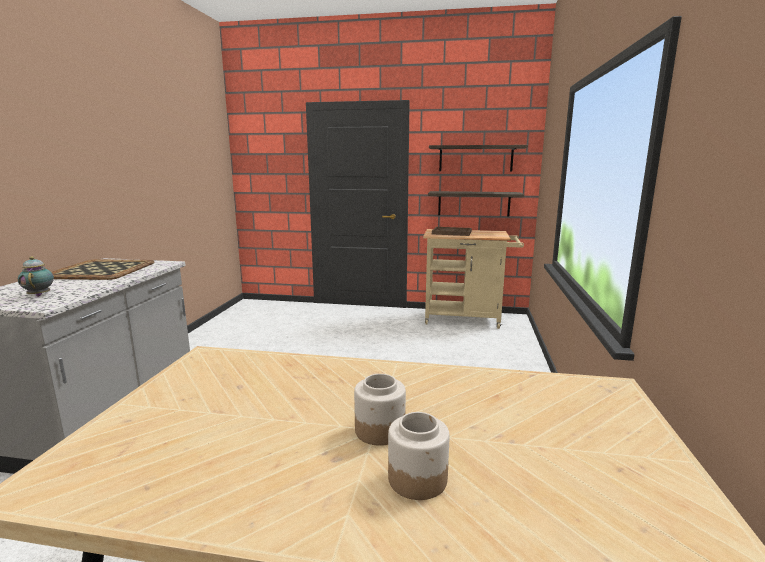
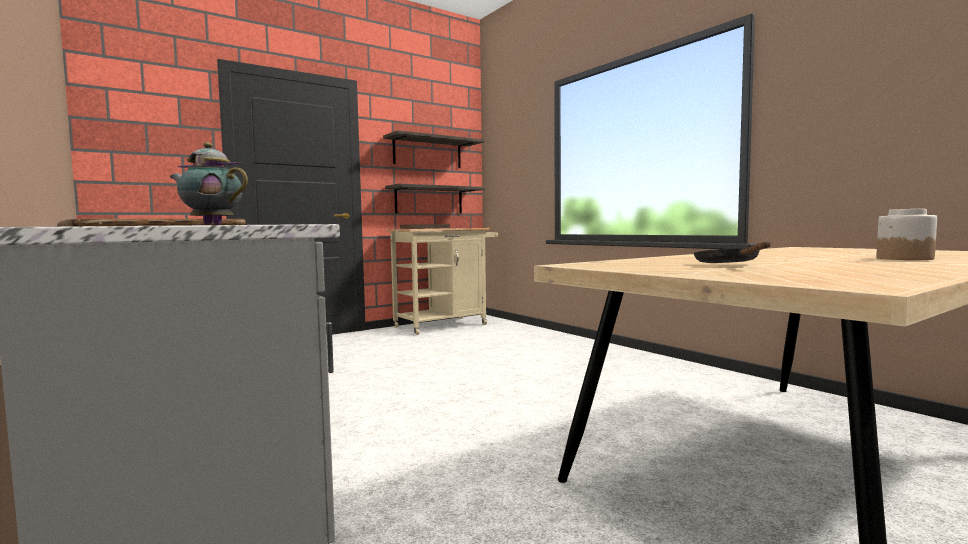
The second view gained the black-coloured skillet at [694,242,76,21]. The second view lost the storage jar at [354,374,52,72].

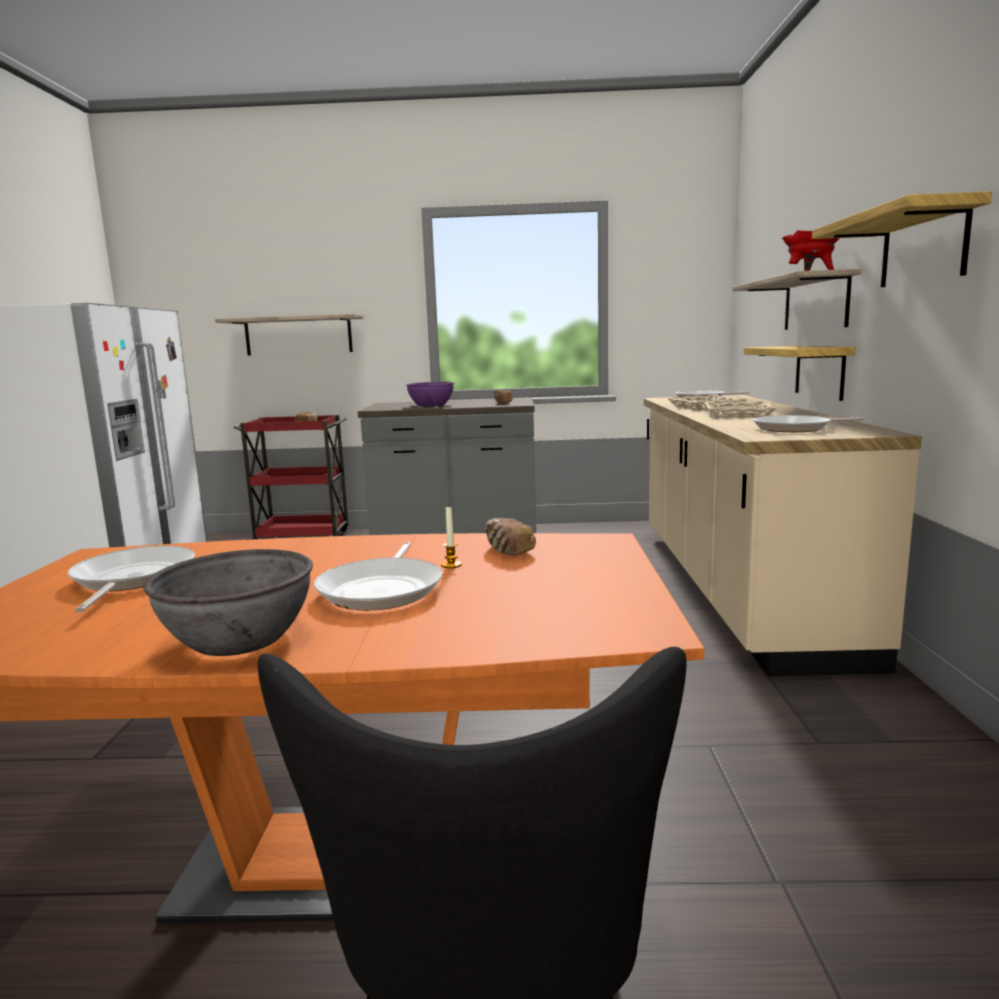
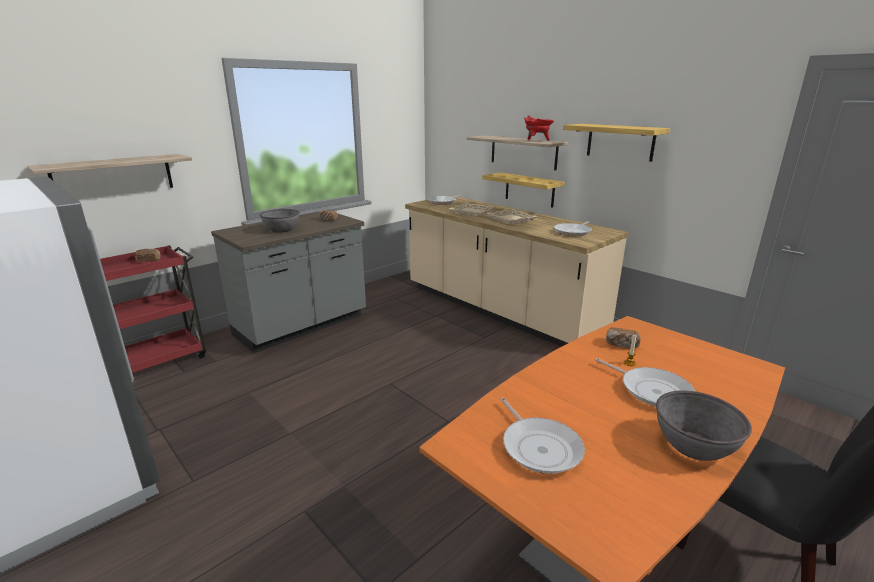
What was the purple-coloured deep dish at [406,382,48,25] turned into the gray deep dish at [260,209,40,24]. The skillet at [67,546,128,67] ended up facing another way, 150 degrees counterclockwise from before.

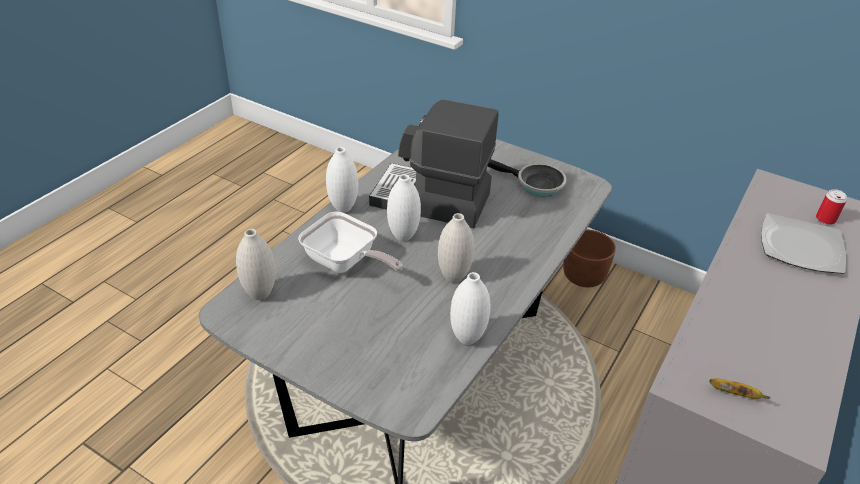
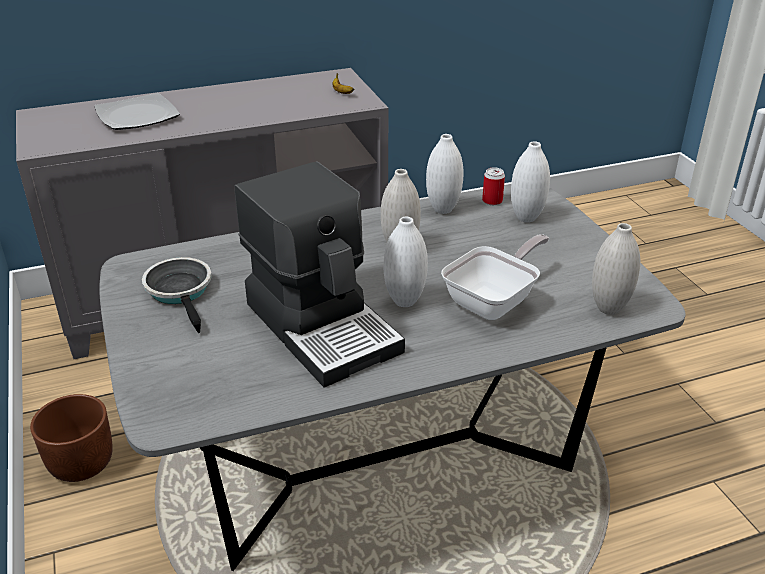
The skillet at [298,212,105,61] ended up facing another way, 60 degrees clockwise from before. The metal can ended up elsewhere, having gone from [816,189,31,36] to [482,167,23,38]. The white decorative vase ended up elsewhere, having gone from [326,147,32,65] to [511,141,39,82].

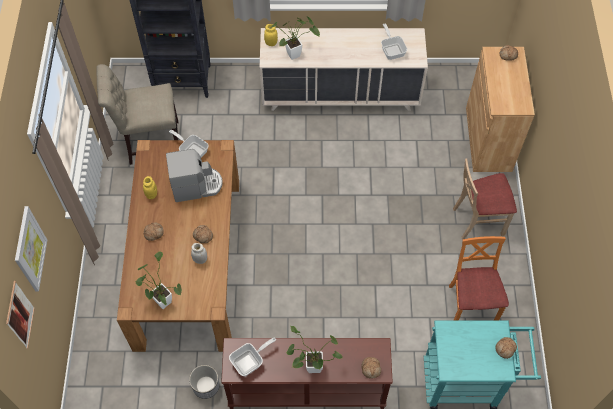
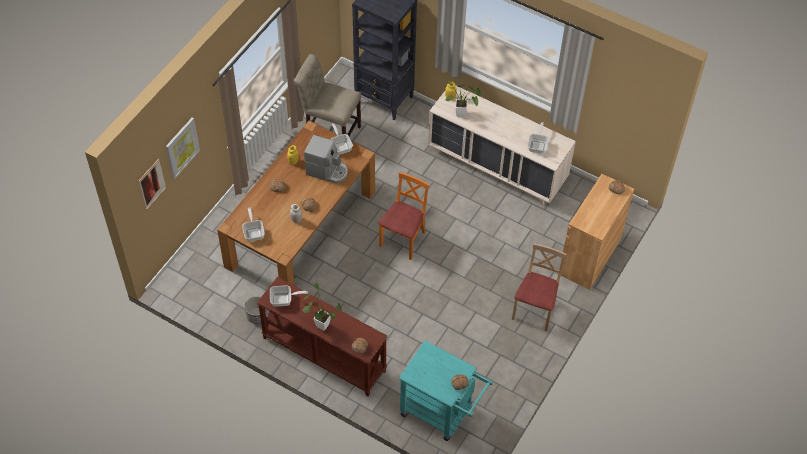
Where the plant in a pot stood at [136,251,46,58], the skillet came to stand at [242,208,23,34]. The orangey plain chair ended up elsewhere, having gone from [449,236,60,85] to [378,172,51,88]. The beige-coloured plain chair at [453,158,64,81] ended up facing another way, 90 degrees clockwise from before.

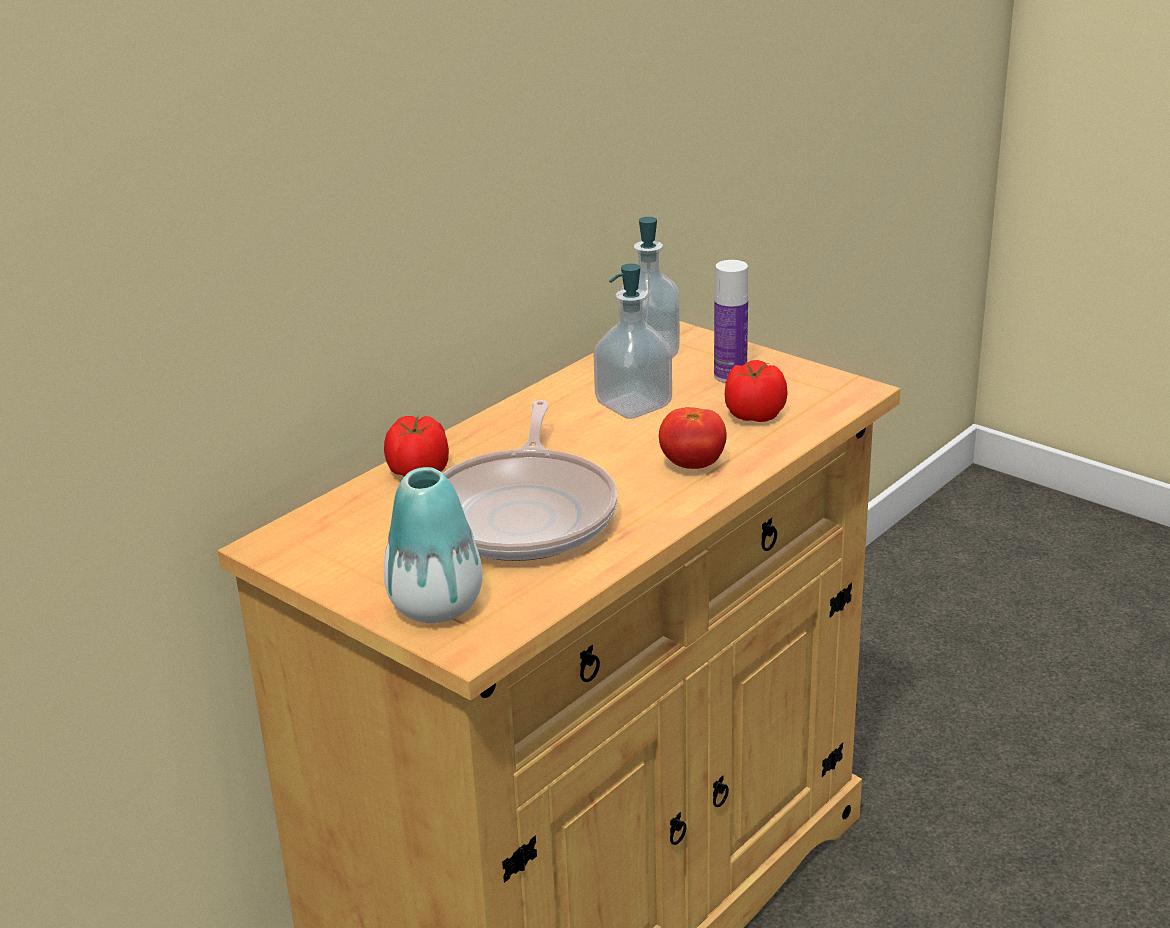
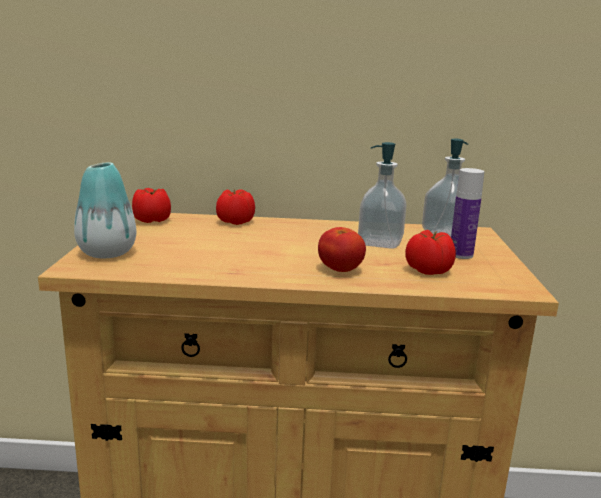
The second view gained the fresh tomato at [132,188,39,35]. The second view lost the skillet at [443,400,175,161].

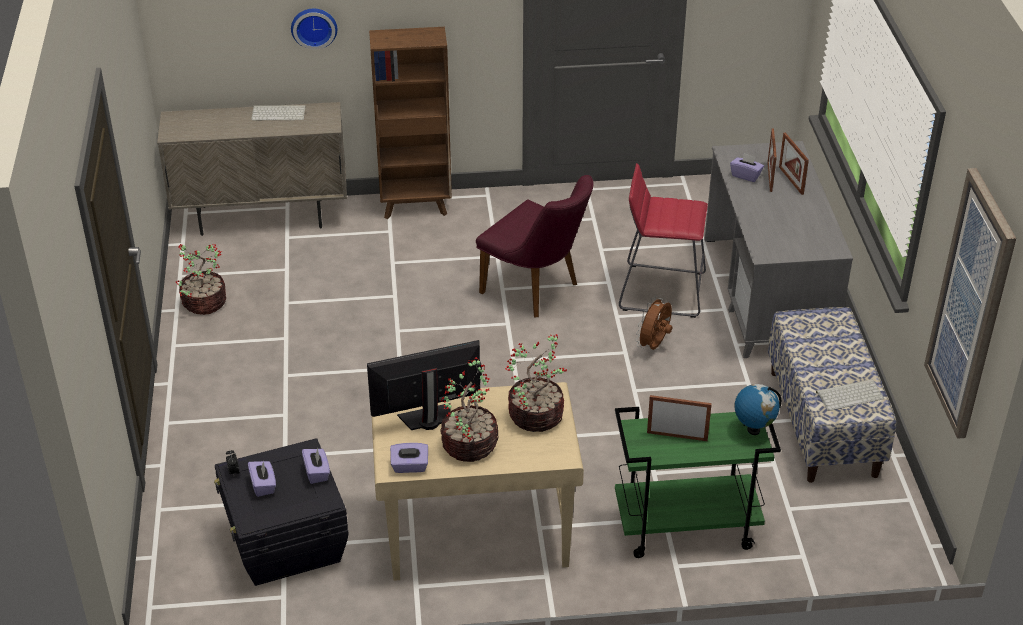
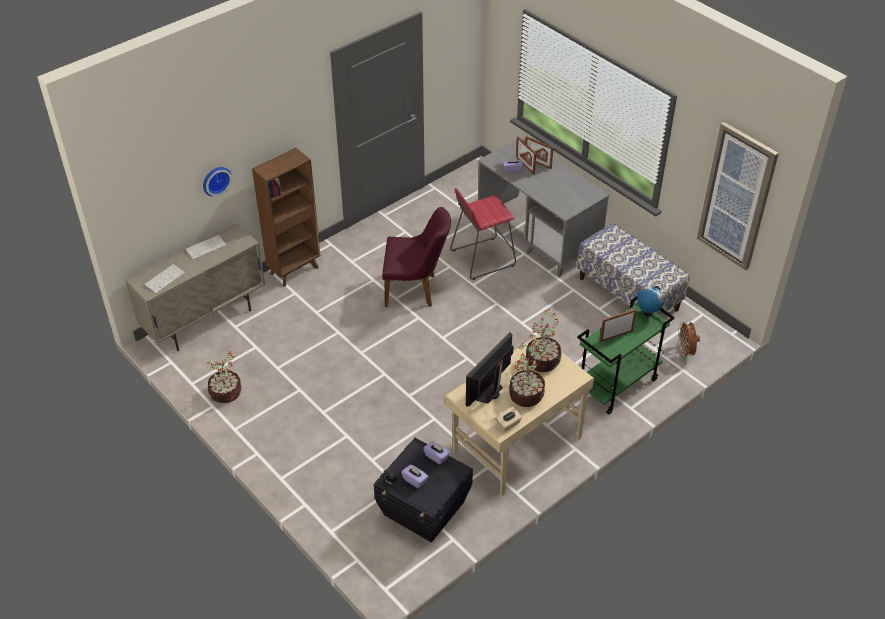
The PC keyboard ended up elsewhere, having gone from [816,379,68,32] to [144,264,41,29]. What was the purple-coloured tissue holder at [390,443,38,30] turned into the beige-coloured tissue holder at [495,406,27,26]. The brown fan ended up elsewhere, having gone from [636,296,36,54] to [678,321,22,37].

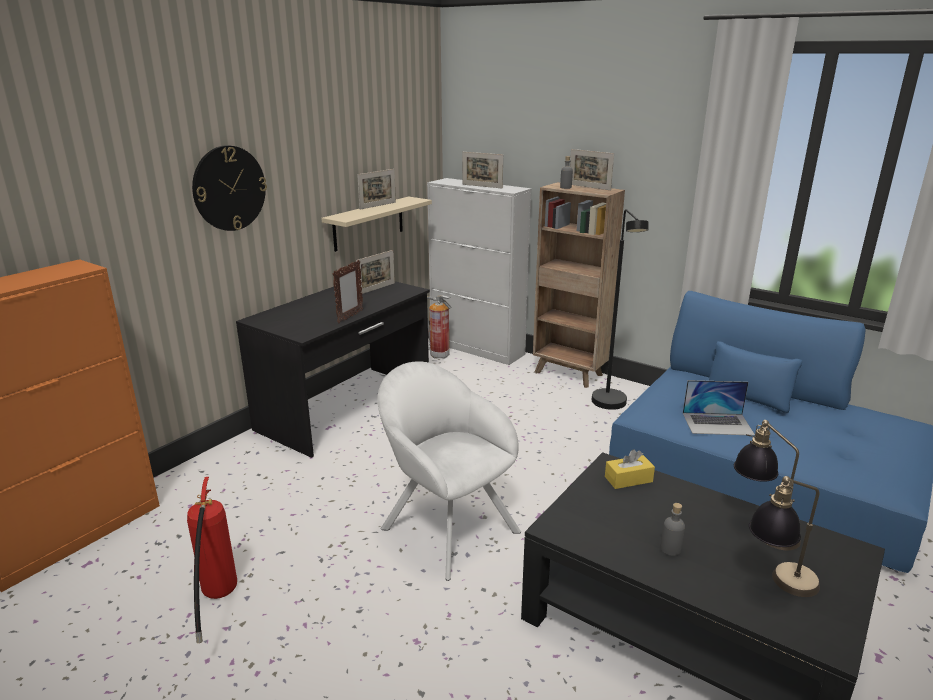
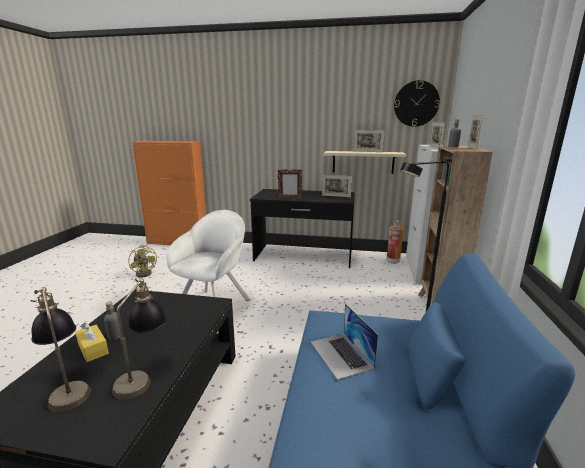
The yellowish tissue holder ended up elsewhere, having gone from [605,449,50,40] to [75,323,34,39]. Where the fire-fighting cylinder stood at [187,477,50,166], the yellowish fan came to stand at [128,245,29,33]. The hanging clock ended up elsewhere, having gone from [192,145,75,86] to [394,80,46,47].

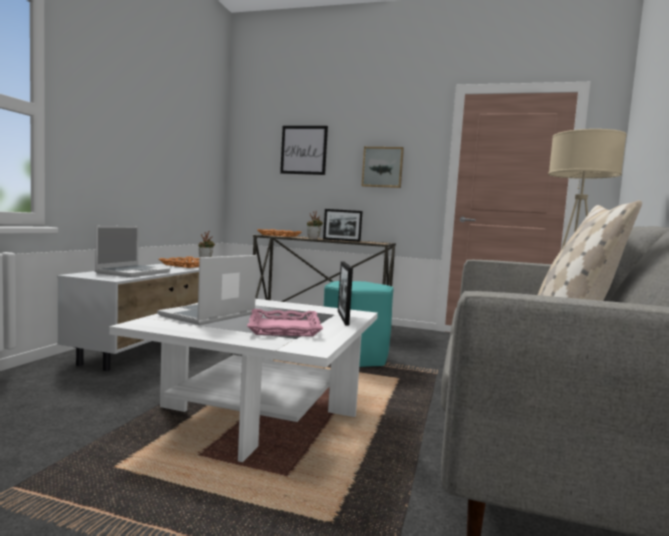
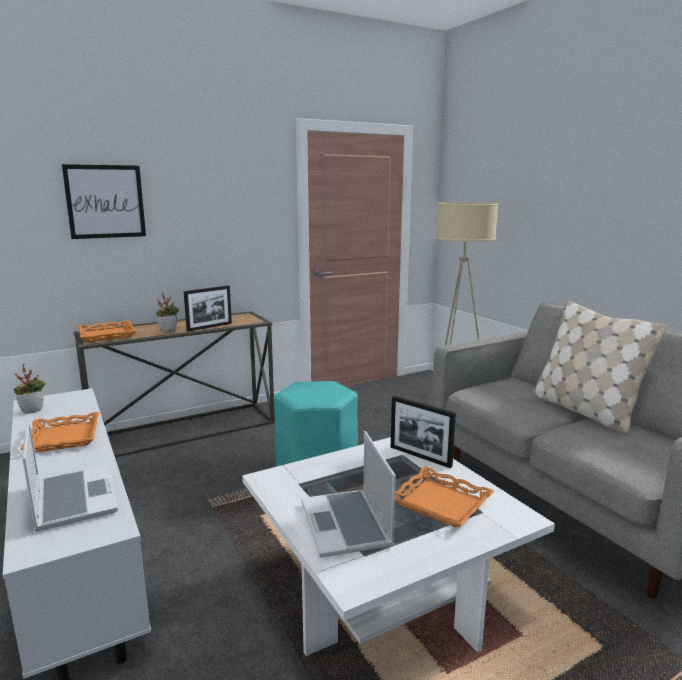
What was the pinkish carrying tray at [247,309,76,28] turned into the orangey carrying tray at [395,466,99,62]. The second view lost the picture at [362,147,42,41].

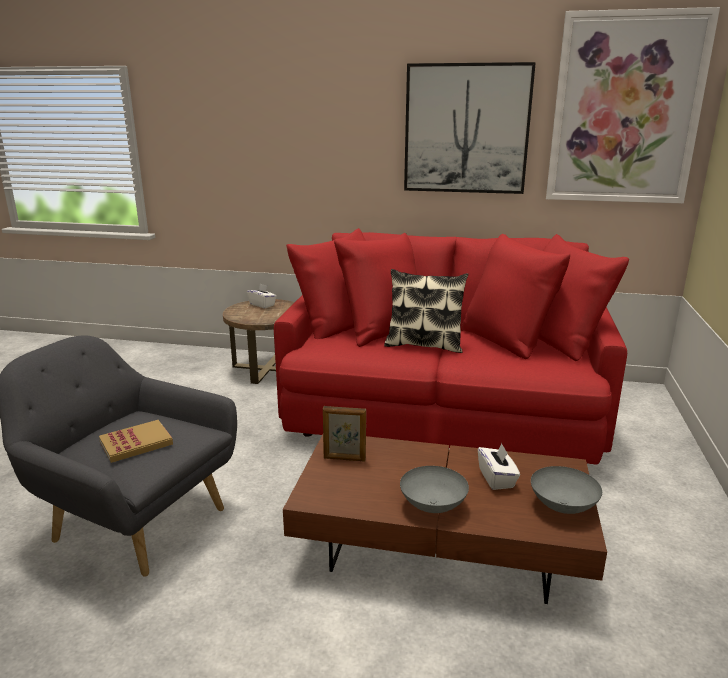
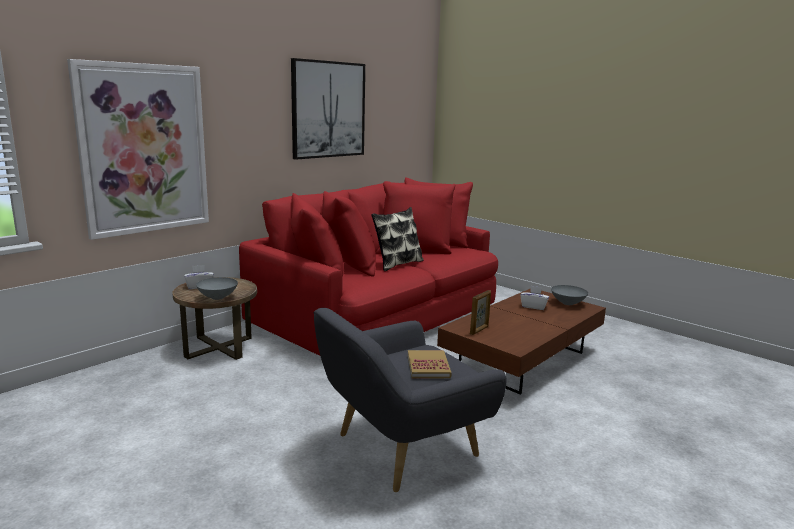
The picture ended up elsewhere, having gone from [546,7,174,197] to [67,59,142,181]. The gray deep dish ended up elsewhere, having gone from [400,466,69,47] to [196,277,42,23].

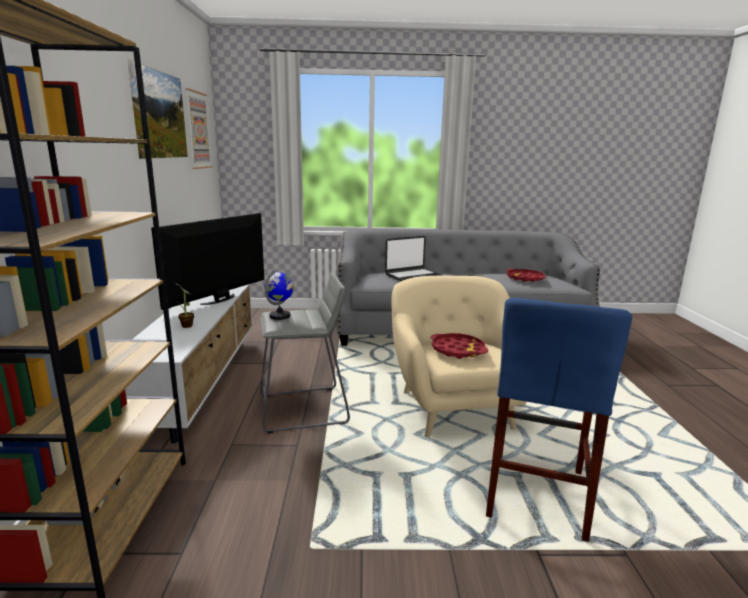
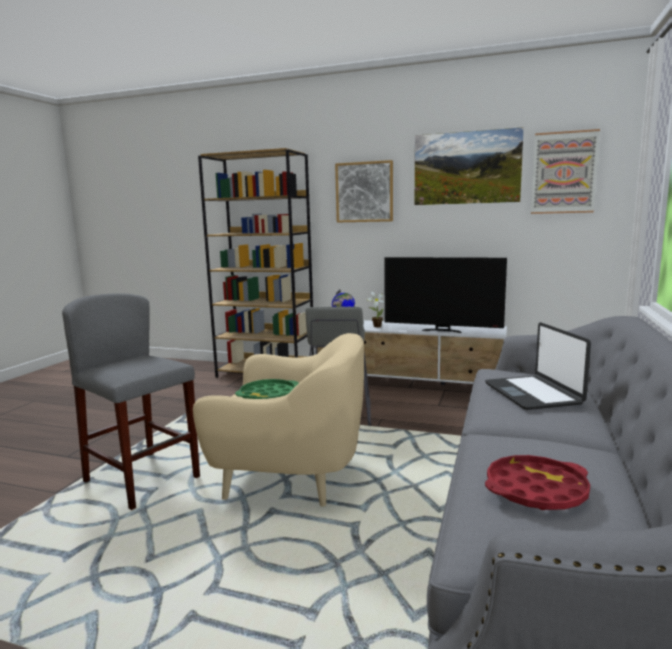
What was the bluish stool at [486,298,146,244] turned into the gray stool at [62,293,138,217]. What was the red-coloured carrying tray at [431,333,57,26] turned into the greenish carrying tray at [235,379,64,20]. The second view gained the picture at [335,160,58,62]. The TV set at [151,213,113,97] ended up facing another way, 150 degrees clockwise from before.

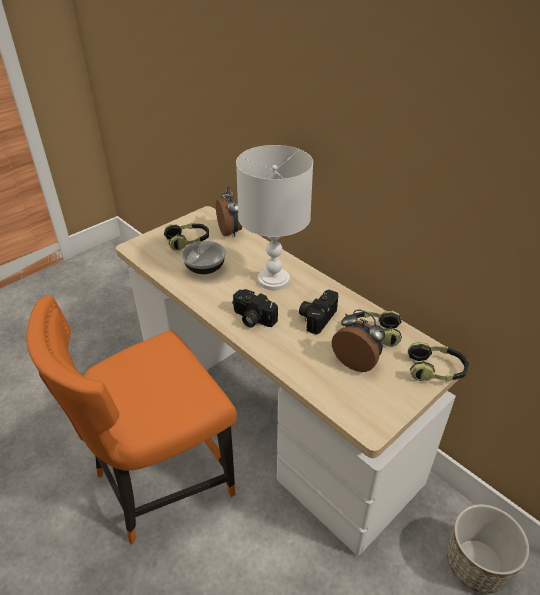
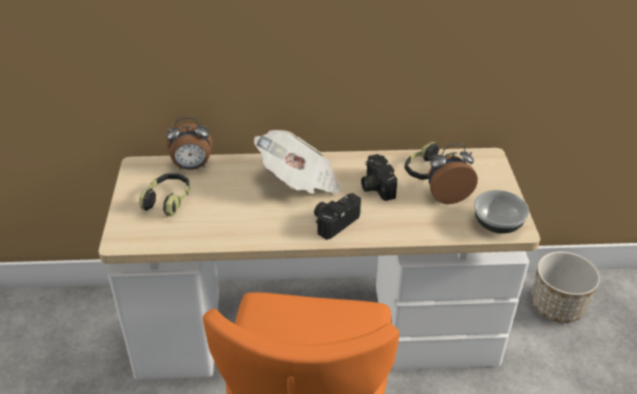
The alarm clock at [216,186,26,51] ended up facing another way, 150 degrees clockwise from before. Where the white table lamp stood at [236,145,77,145], the printed paper came to stand at [254,130,88,64]. The still camera at [232,289,46,39] ended up facing another way, 150 degrees clockwise from before. The deep dish ended up elsewhere, having gone from [181,241,45,33] to [474,190,55,44]. The second view lost the headphones at [408,342,61,39].

